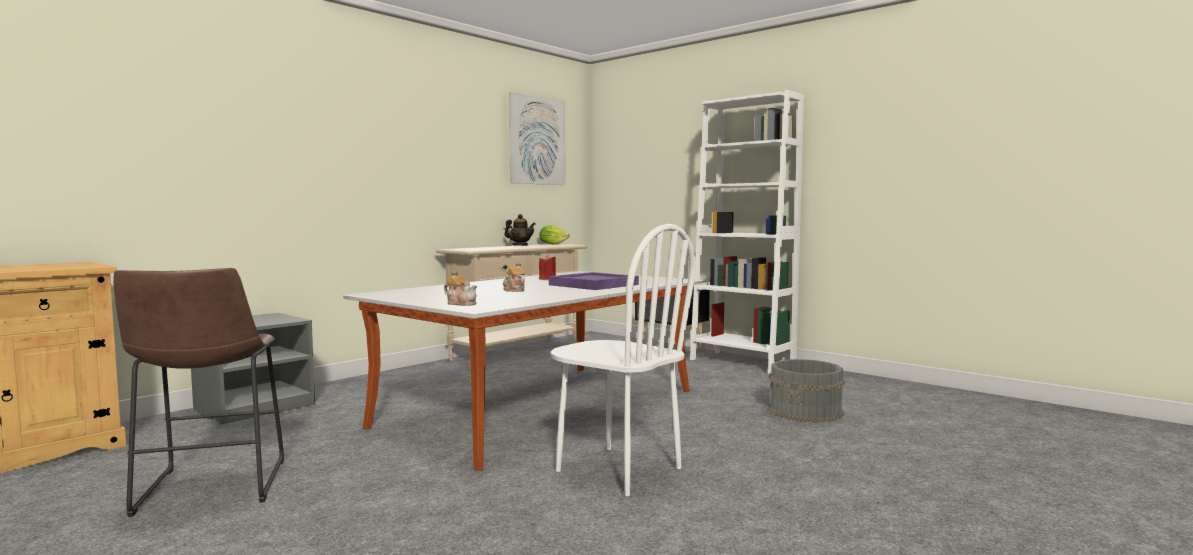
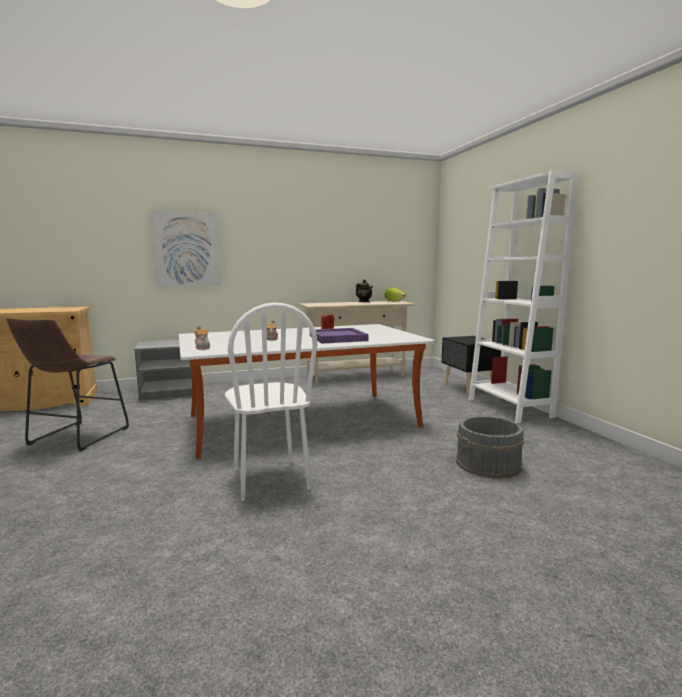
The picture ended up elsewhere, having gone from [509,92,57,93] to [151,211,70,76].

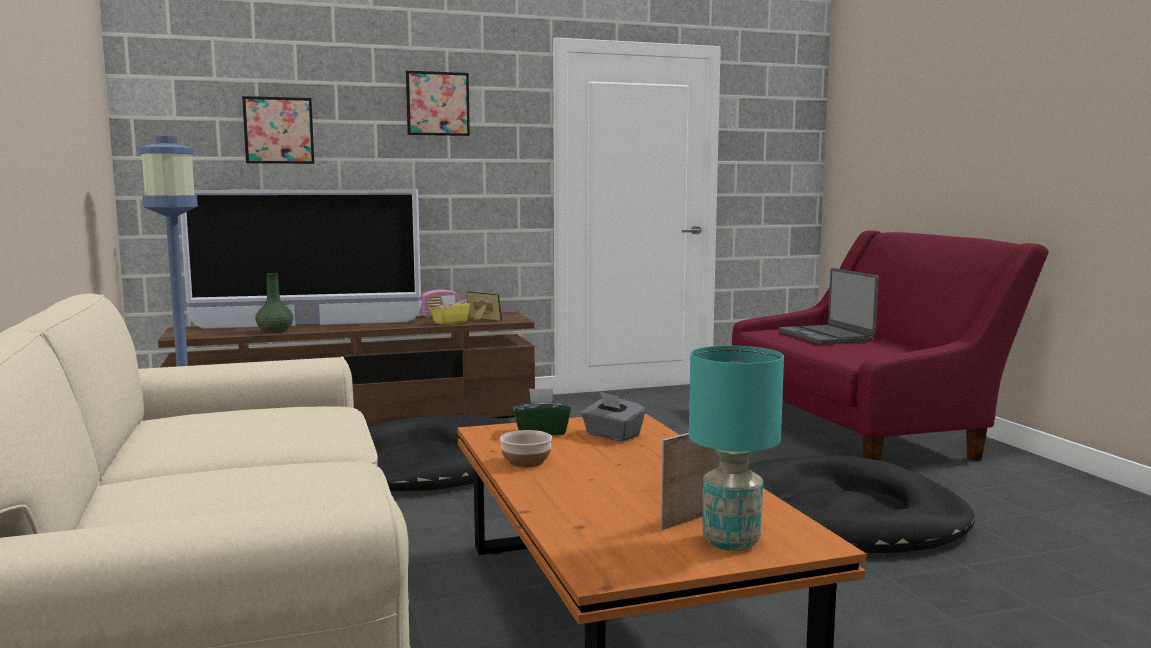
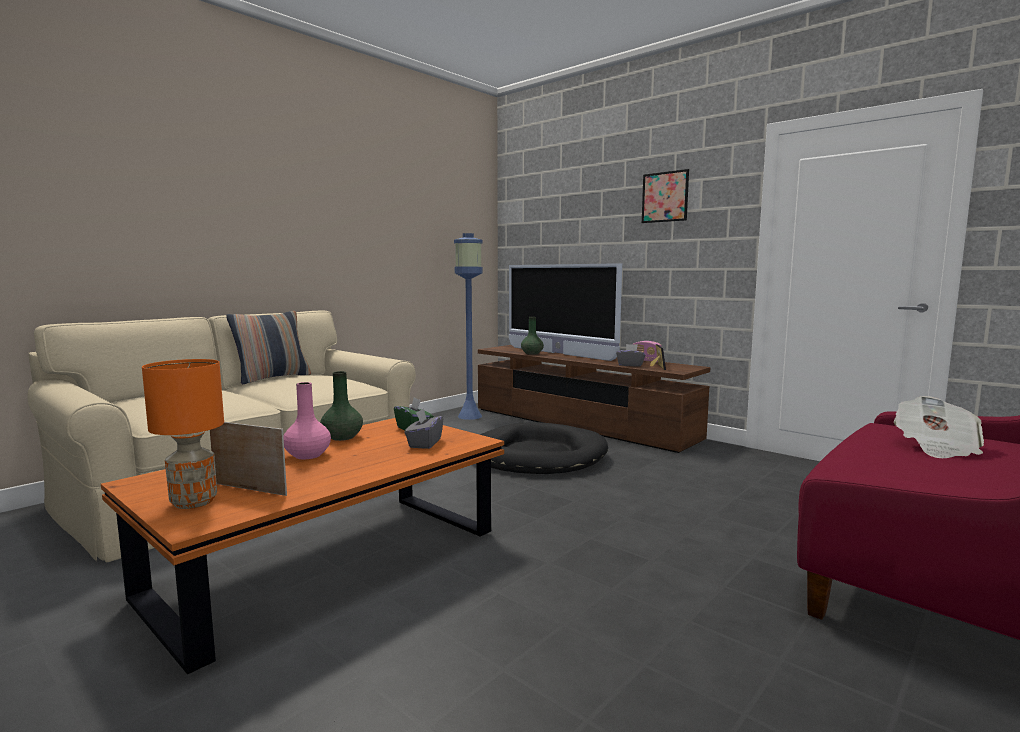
What was the turquoise-coloured table lamp at [689,346,95,205] turned into the orangey table lamp at [142,359,82,150]. The second view gained the cushion at [226,311,85,73]. The second view gained the pinkish decorative vase at [283,382,48,77]. Where the deep dish stood at [500,430,52,38], the greenish decorative vase came to stand at [320,371,43,70]. What was the yellowish tissue holder at [430,295,40,30] turned into the gray tissue holder at [616,344,29,23]. Where the portable computer stood at [779,268,100,77], the printed paper came to stand at [893,396,91,62]. The second view lost the picture at [242,96,72,68]. The second view lost the black-coloured pet bed at [748,455,227,98].

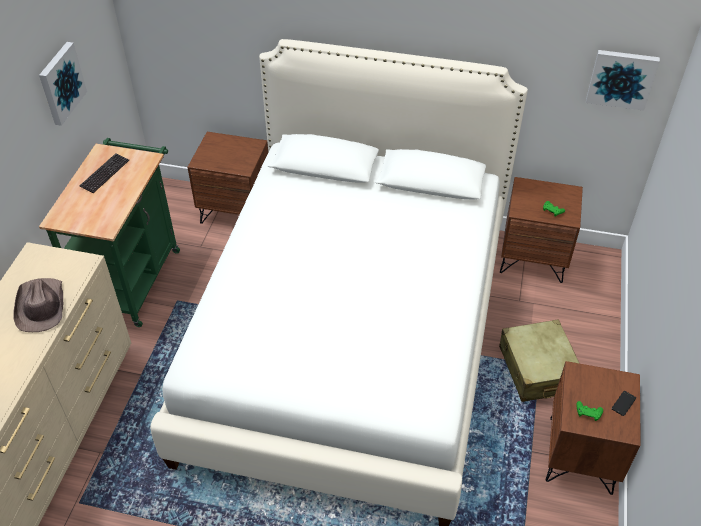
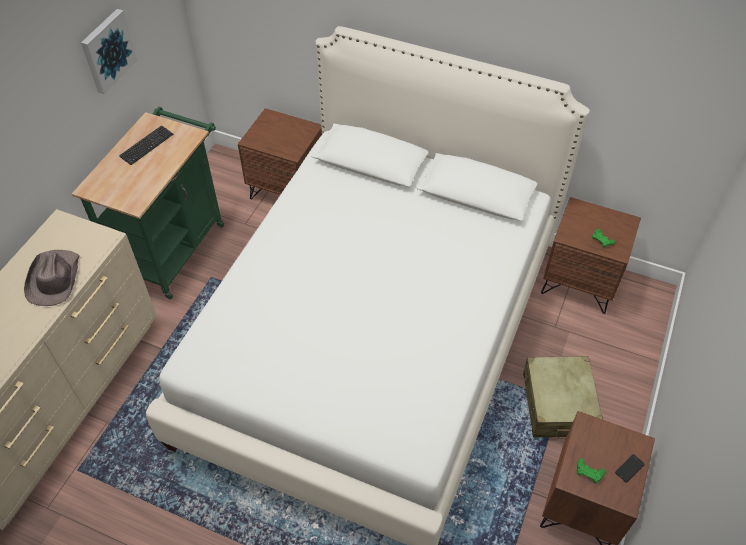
The second view lost the picture at [586,50,74,61].

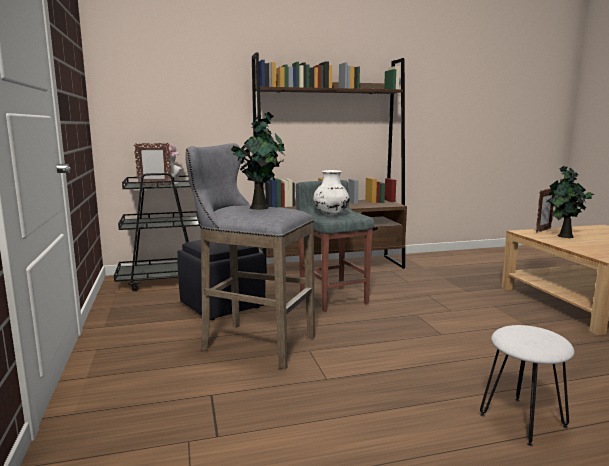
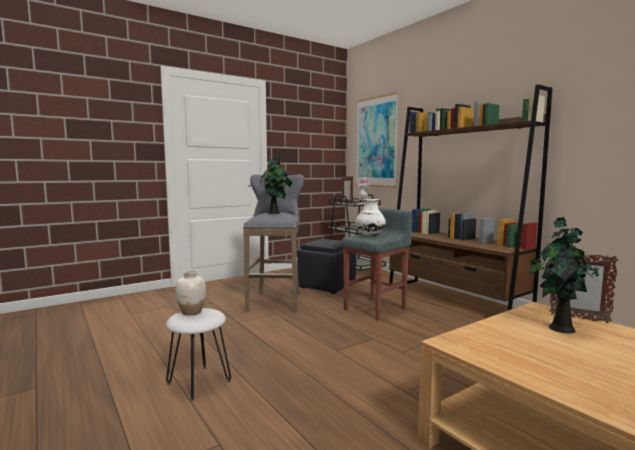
The second view gained the white decorative vase at [175,270,31,46]. The second view gained the picture at [356,92,43,96].

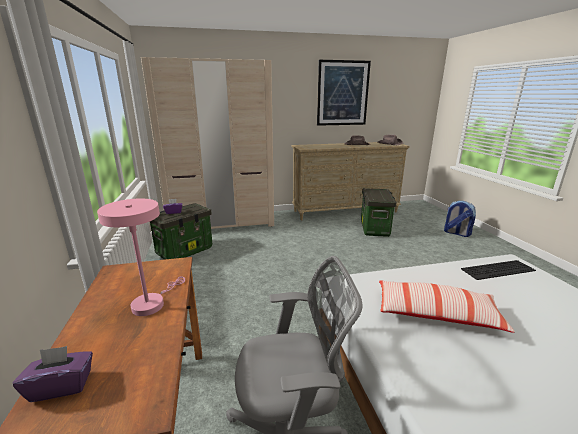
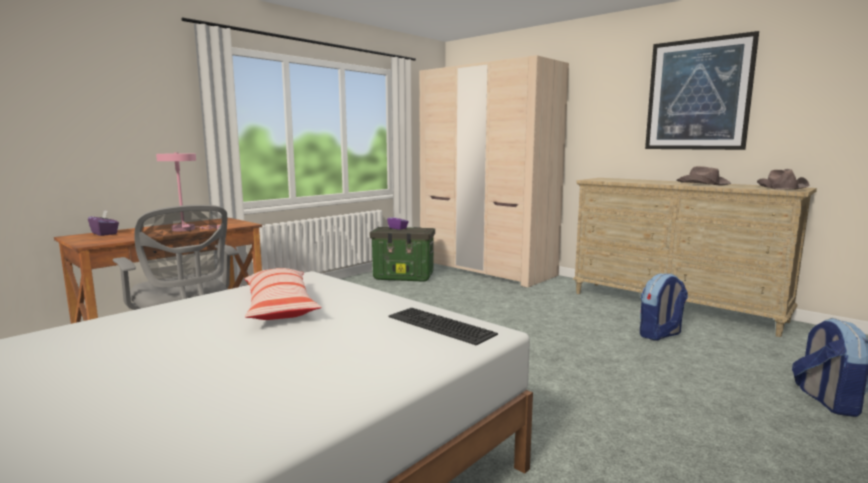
Where the storage container stood at [361,188,36,49], the knapsack came to stand at [640,273,48,68].

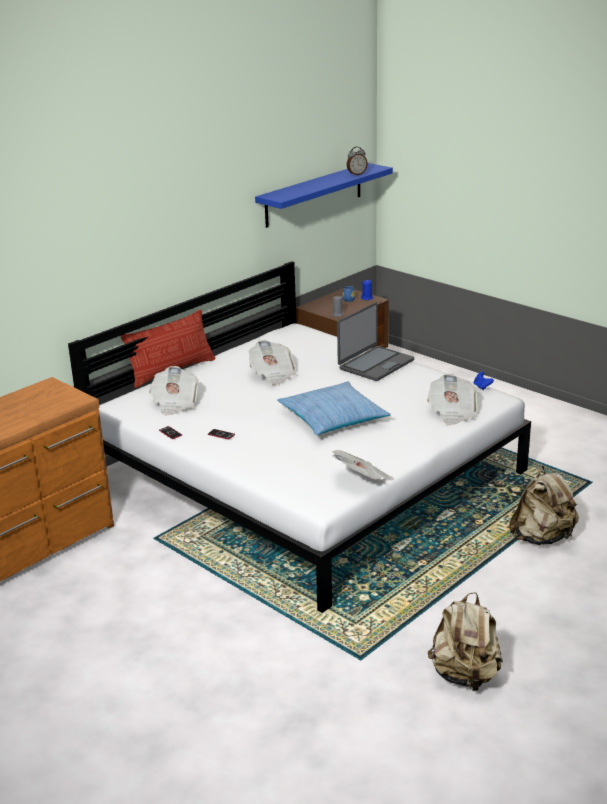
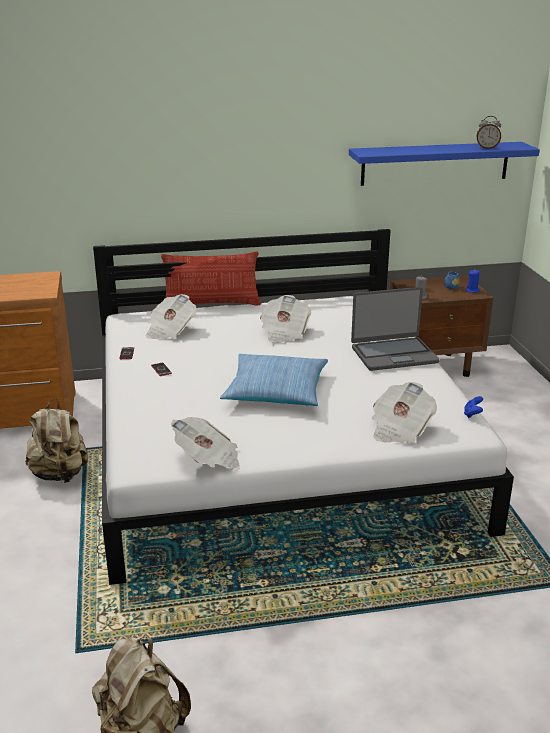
The beige-coloured knapsack ended up elsewhere, having gone from [509,465,70,80] to [25,399,63,84].

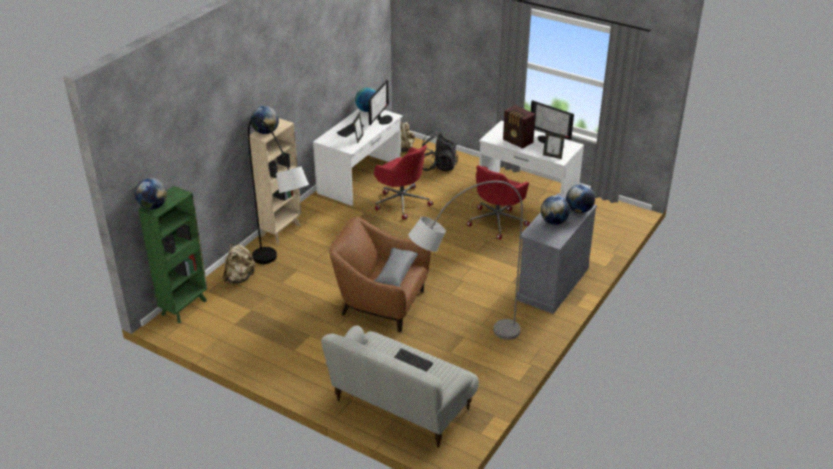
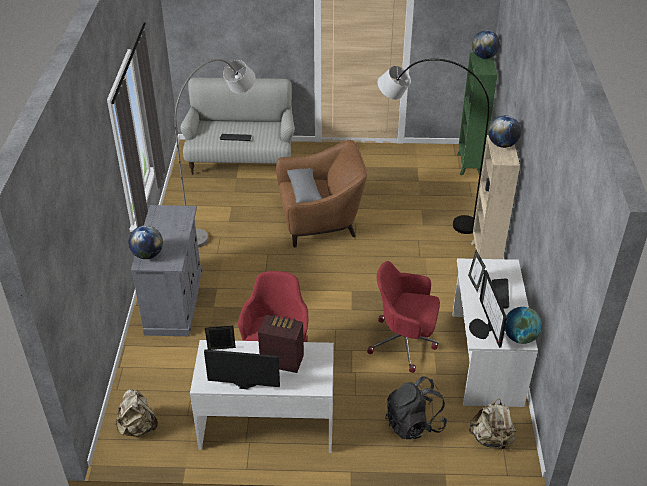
The beige-coloured knapsack ended up elsewhere, having gone from [223,243,32,41] to [116,389,42,48]. The second view lost the world globe at [541,196,29,29].

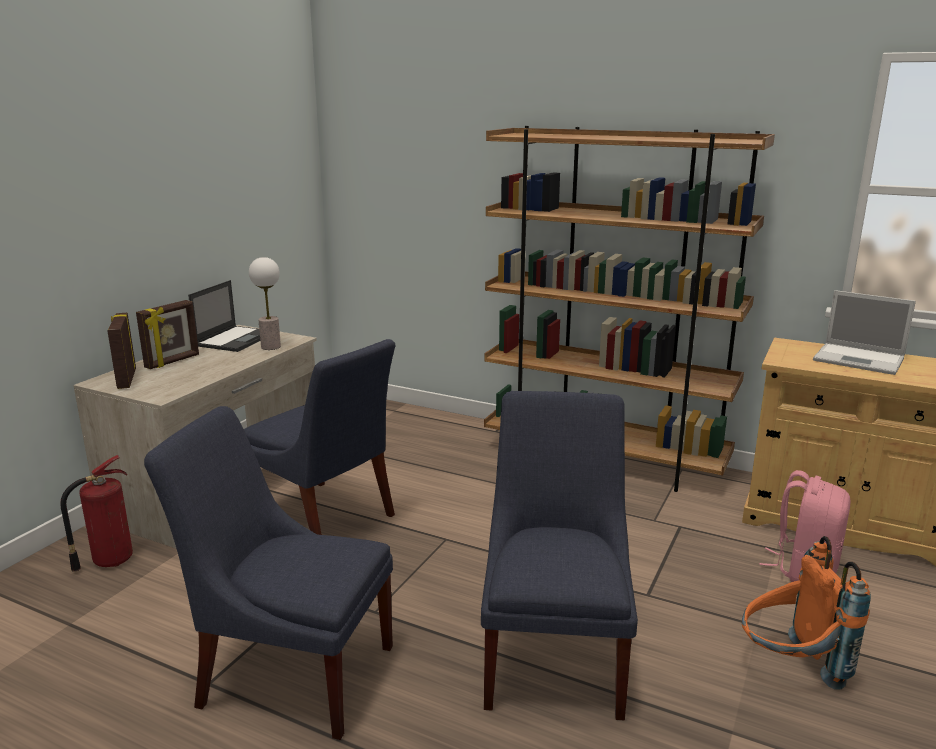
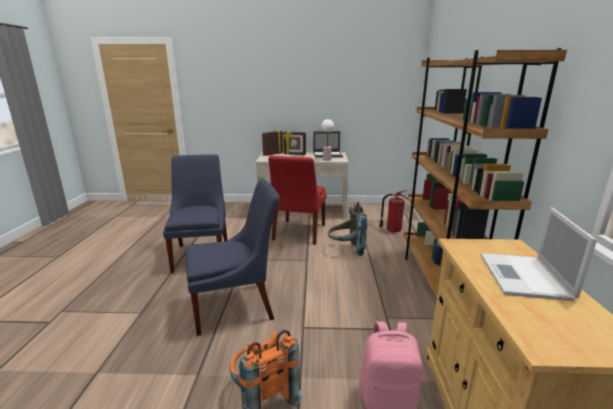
What was the bluish plain chair at [244,339,151,196] turned into the red-coloured plain chair at [268,155,59,90]. The second view gained the gray knapsack at [328,202,40,54]. The fire-fighting cylinder ended up elsewhere, having gone from [60,455,73,117] to [379,190,28,42].

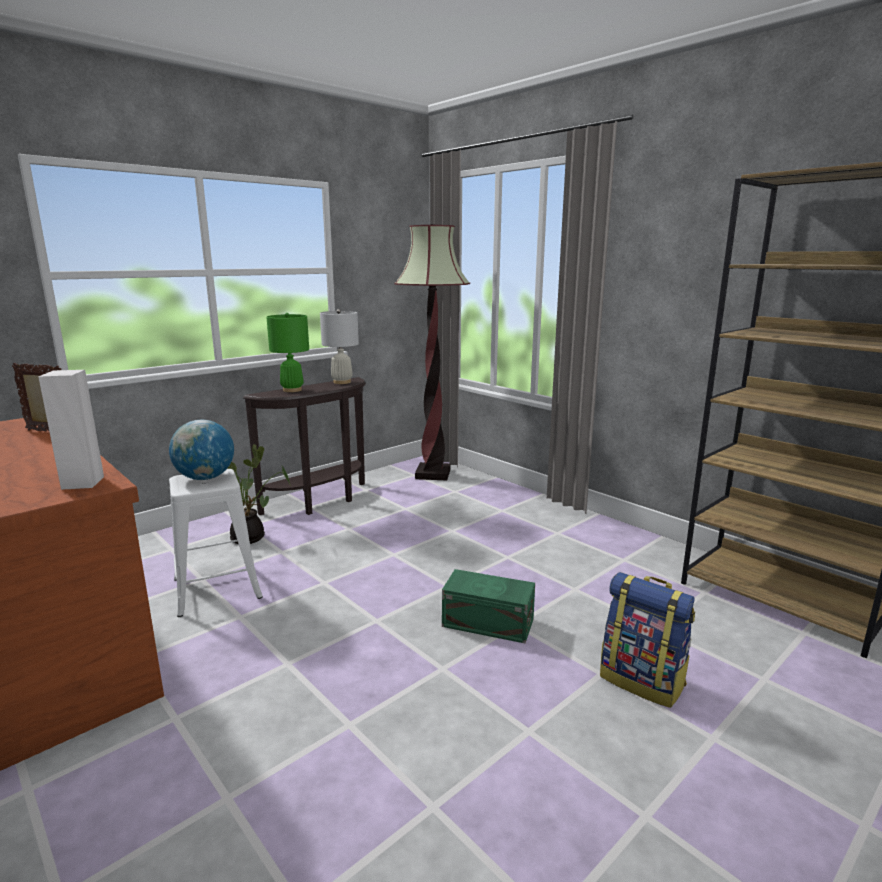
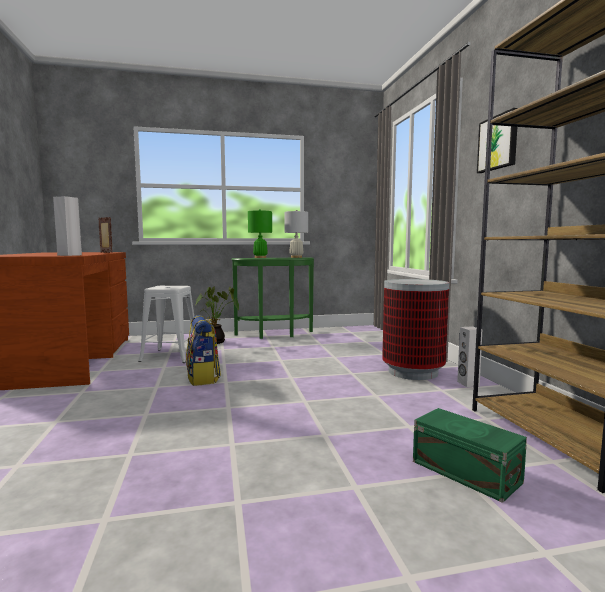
The knapsack ended up elsewhere, having gone from [600,572,95,136] to [186,315,35,71]. What was the brown hall table at [243,377,123,138] turned into the greenish hall table at [231,257,83,82]. The second view gained the rubbish bin at [382,279,67,101]. The greenish storage container ended up elsewhere, having gone from [442,569,93,74] to [413,408,114,95]. The second view gained the white loudspeaker at [457,326,25,61]. The second view gained the picture at [477,108,40,65]. The second view lost the world globe at [169,420,65,60]. The second view lost the floor lamp at [395,224,75,257].

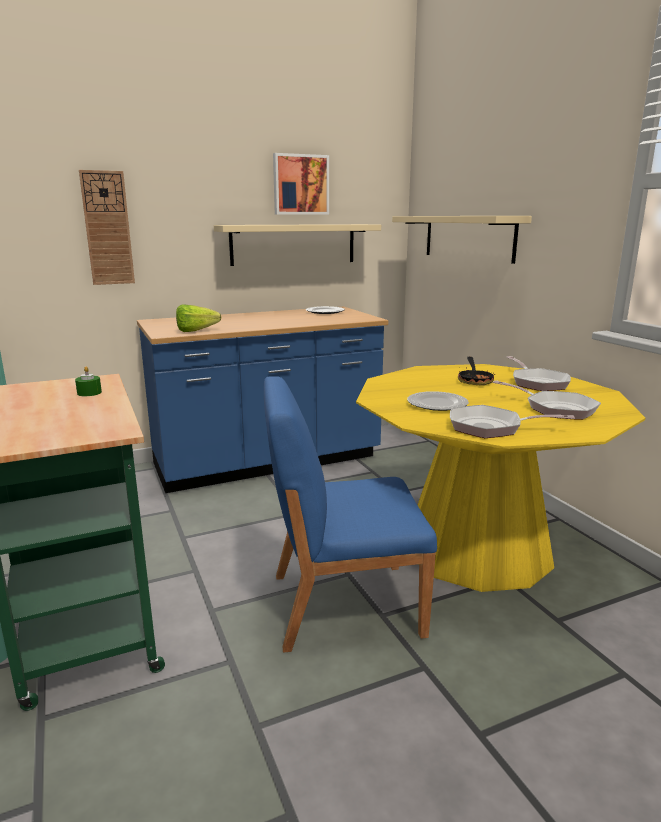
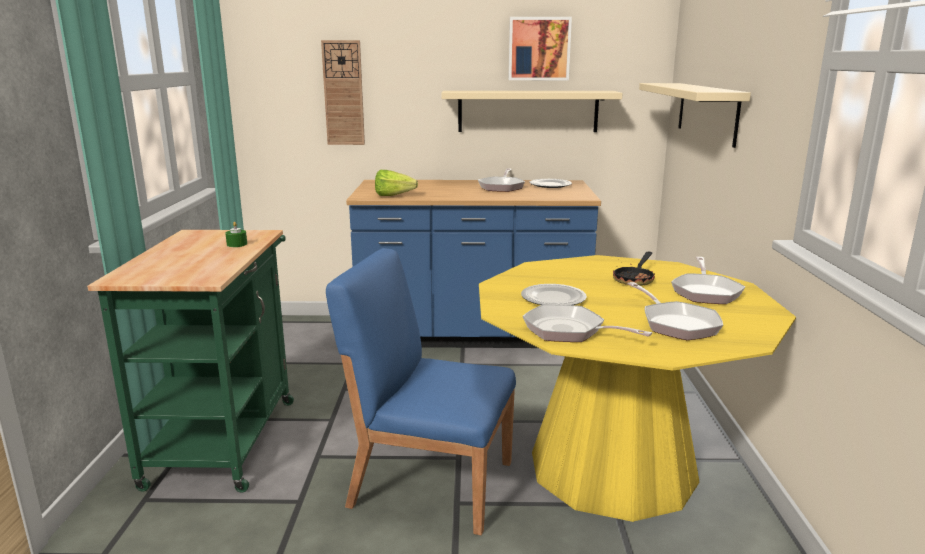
The second view gained the skillet at [478,168,47,24].

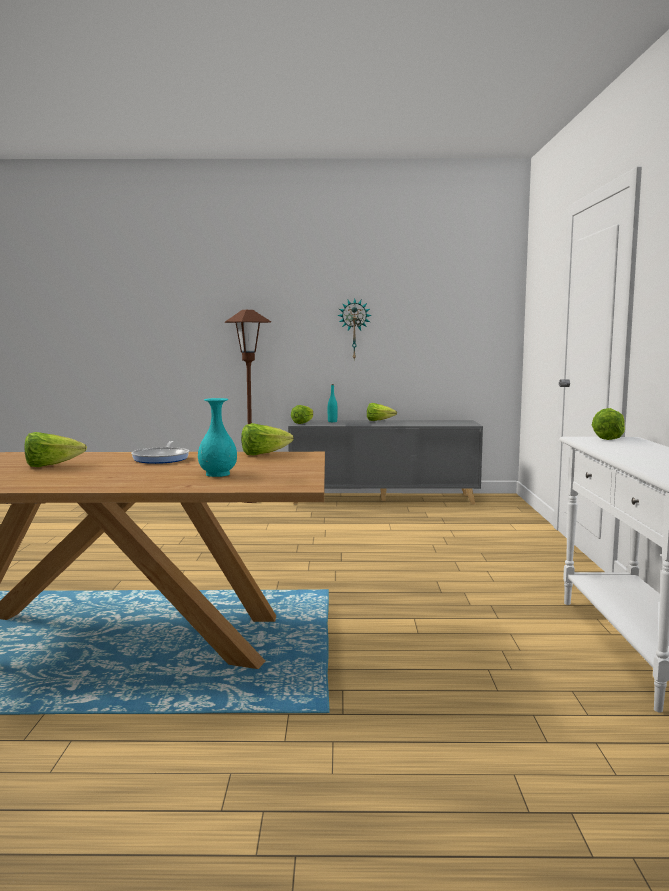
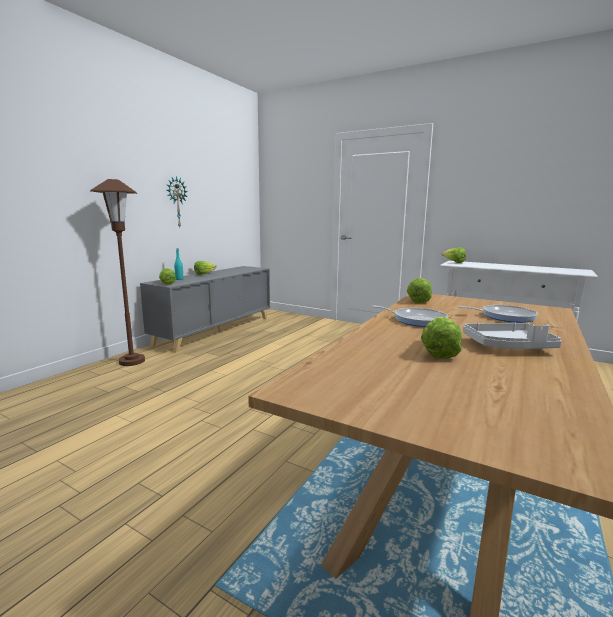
Where the turquoise-coloured decorative vase stood at [198,398,39,79], the skillet came to stand at [458,305,80,18]. The second view gained the gray carrying tray at [463,322,99,27].

